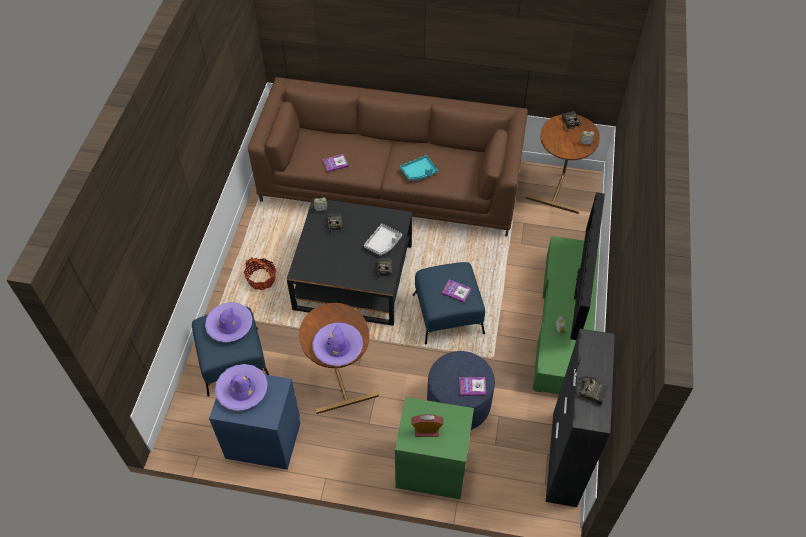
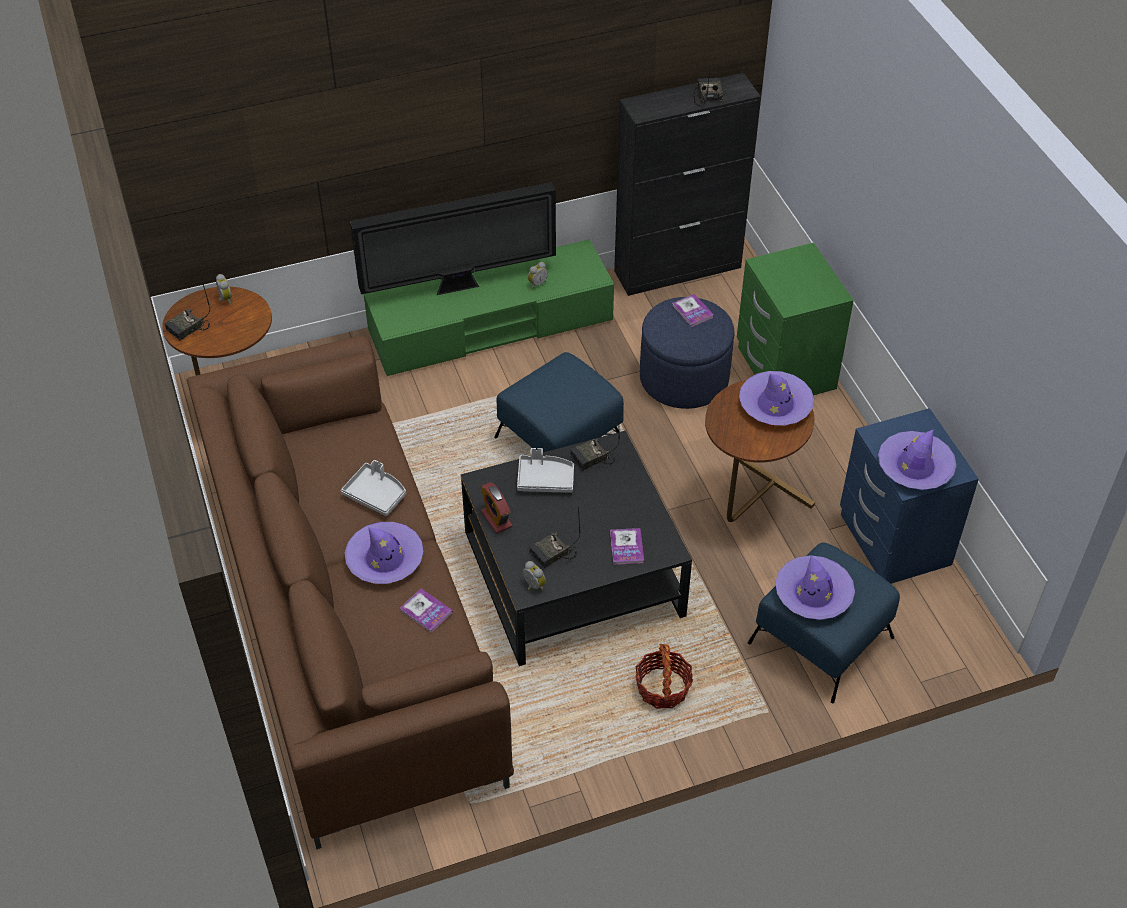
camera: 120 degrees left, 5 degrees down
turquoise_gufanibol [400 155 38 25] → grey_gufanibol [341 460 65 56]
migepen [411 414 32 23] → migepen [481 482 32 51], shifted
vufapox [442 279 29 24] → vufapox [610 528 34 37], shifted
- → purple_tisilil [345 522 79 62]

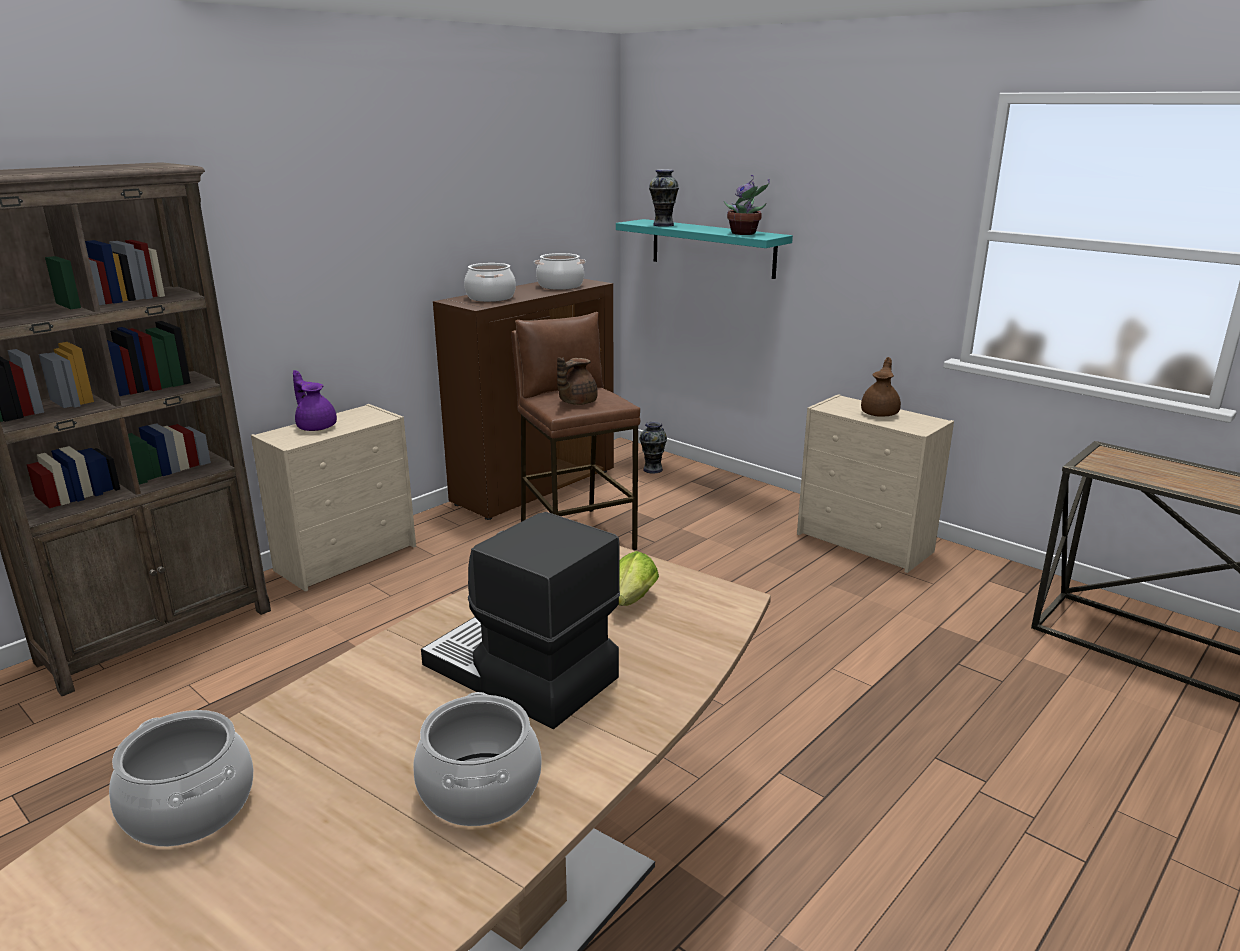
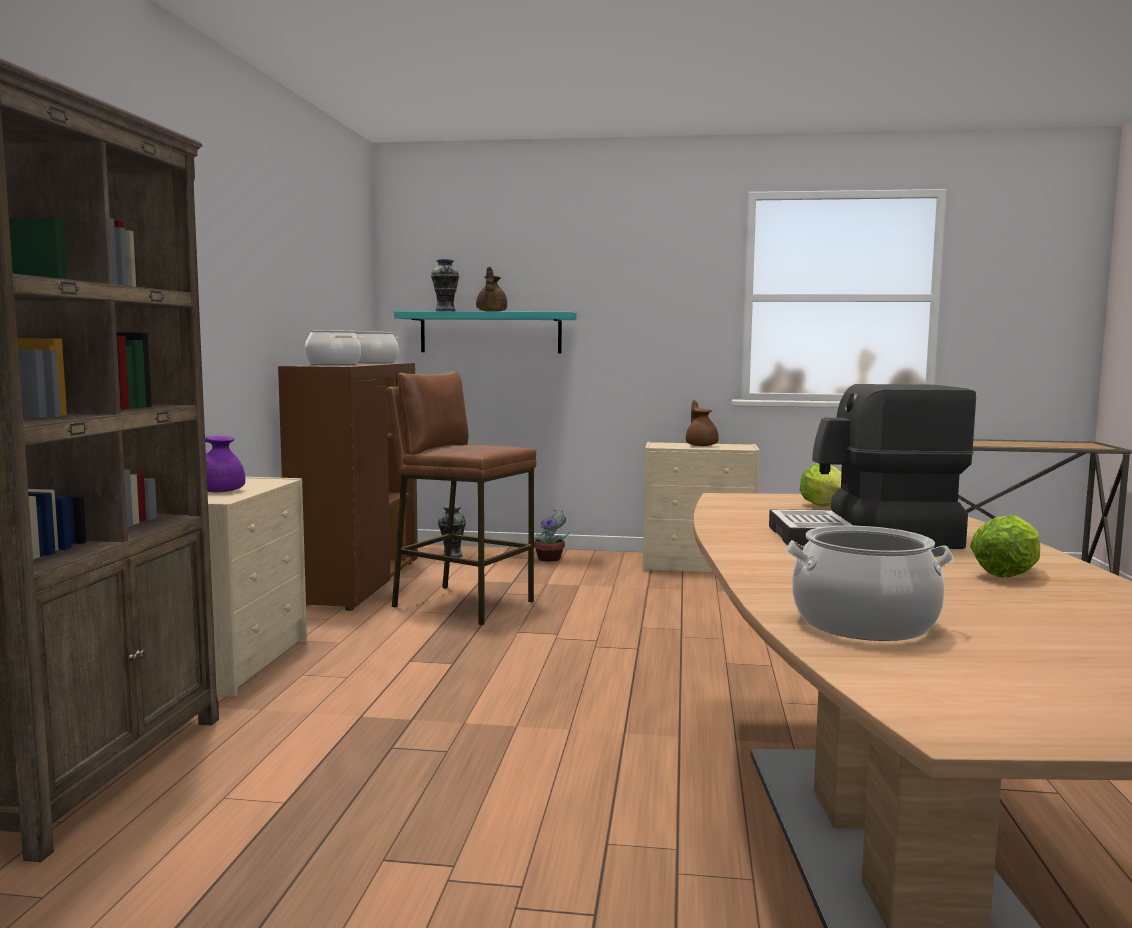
camera: 35 degrees left, 15 degrees down
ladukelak [413 692 128 134] → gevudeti [970 515 70 63]
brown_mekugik [557 357 41 48] → brown_mekugik [476 267 31 45], shifted
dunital [724 175 46 60] → dunital [534 510 36 52], shifted

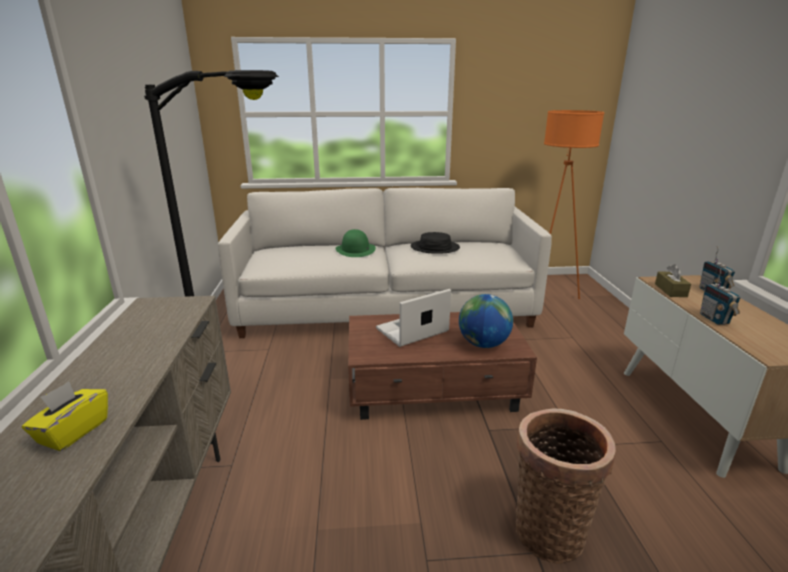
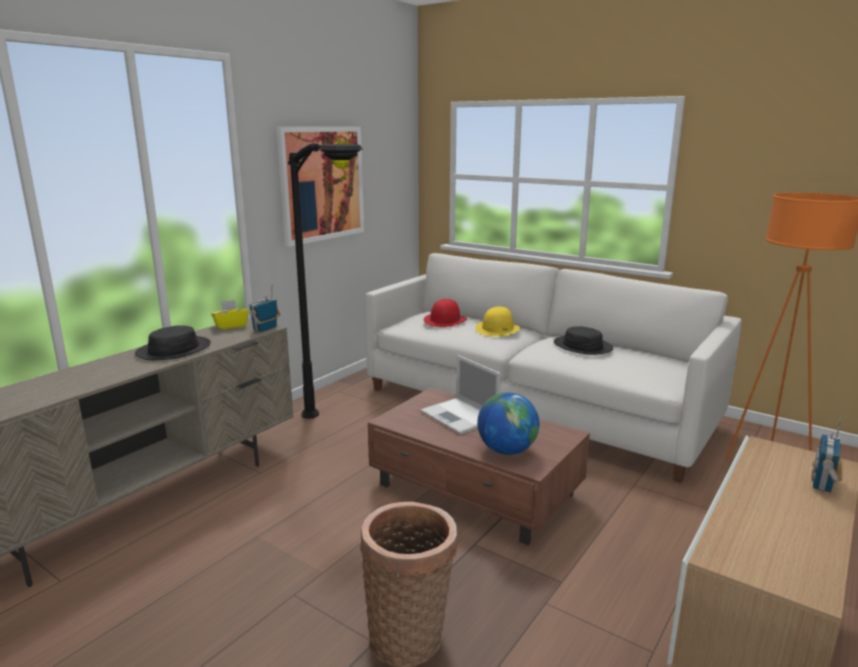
camera: 40 degrees right, 5 degrees down
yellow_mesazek [22 381 86 70] → yellow_mesazek [211 300 38 30], shifted
green_tisilil [335 229 41 28] → yellow_tisilil [475 306 46 31]
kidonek [376 289 75 58] → kidonek [420 355 81 80], 135 degrees counterclockwise
brown_mesazek [655 264 36 33] → -
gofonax [700 268 41 57] → gofonax [249 285 32 47], shifted
- → black_tisilil [135 325 76 35]
- → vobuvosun [276 127 88 120]
- → red_tisilil [424 299 43 28]

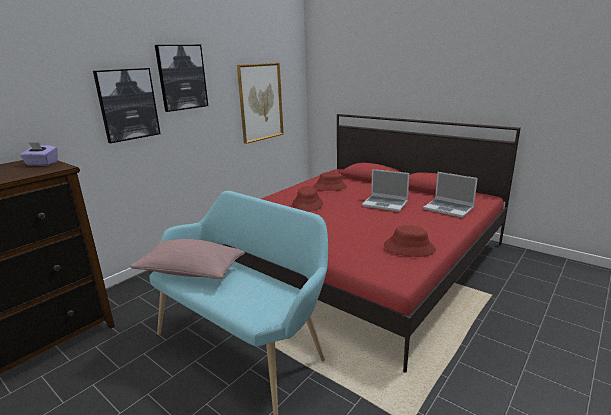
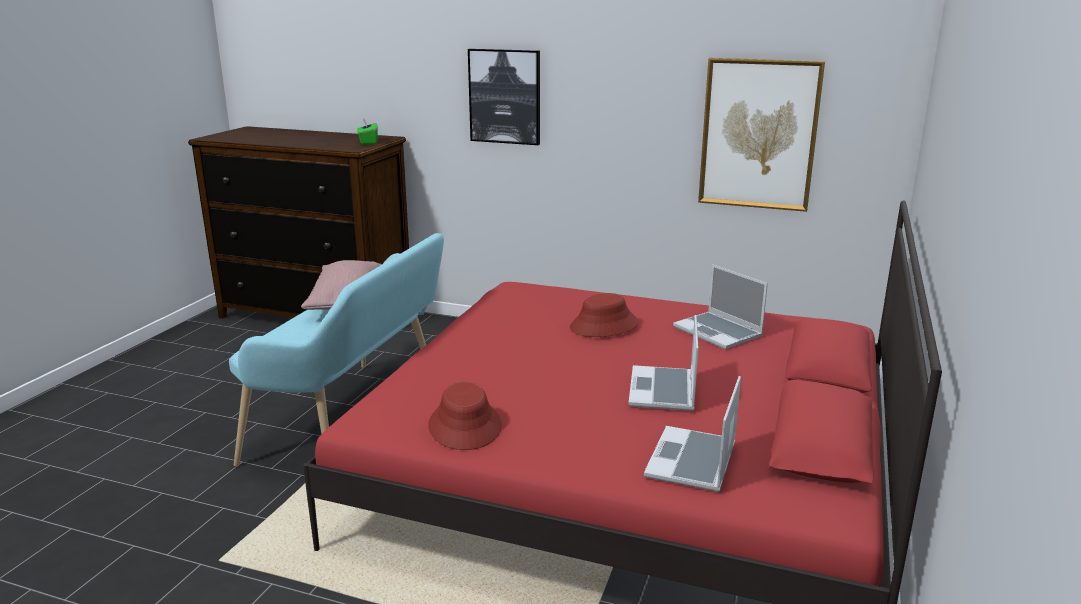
camera: 70 degrees right, 0 degrees up
purple_mesazek [20 142 38 24] → green_mesazek [357 119 21 26]
vobuvosun [155 45 53 67] → -
red_tisilil [313 172 34 19] → kidonek [673 264 95 85]

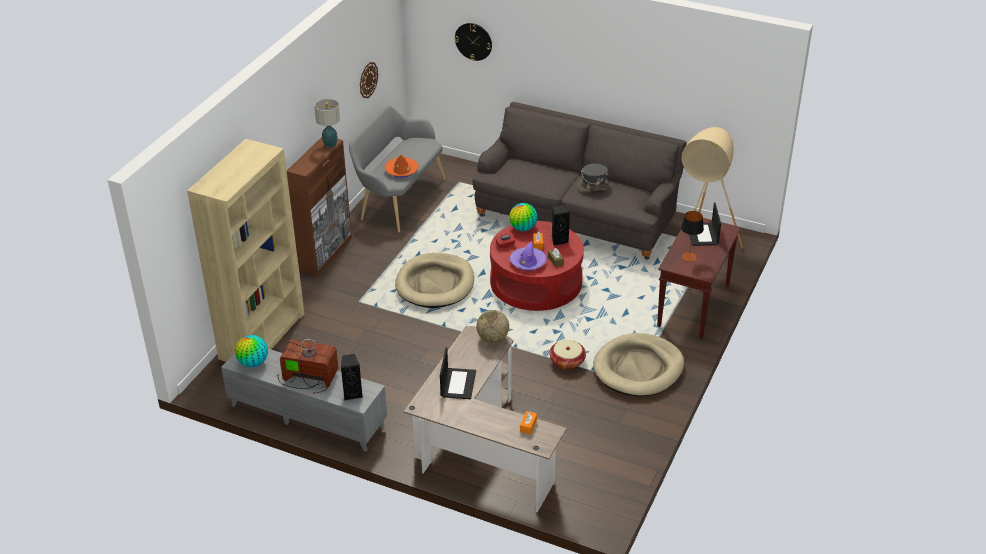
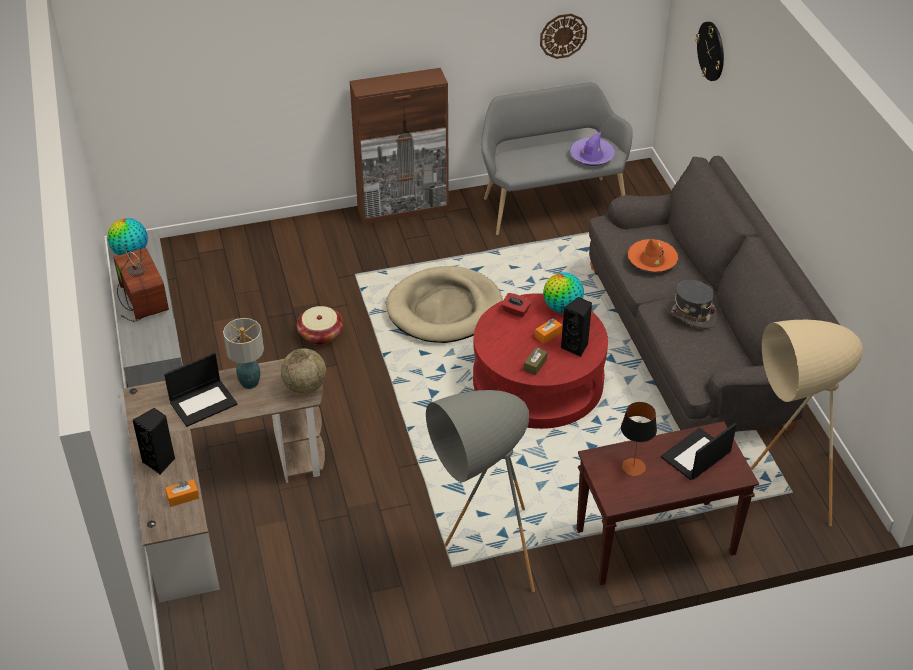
camera: 50 degrees right, 5 degrees up
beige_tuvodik [187 139 118 223] → -
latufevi [314 99 26 49] → latufevi [223 318 41 71], shifted
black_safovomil [341 354 22 47] → black_safovomil [133 408 42 67], shifted
orange_tisilil [385 155 34 23] → orange_tisilil [628 239 50 34], shifted
purple_tisilil [510 241 37 30] → purple_tisilil [570 132 45 34], shifted
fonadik [549 340 37 30] → fonadik [297 306 46 39], shifted
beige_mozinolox [593 333 91 63] → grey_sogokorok [426 390 109 202]

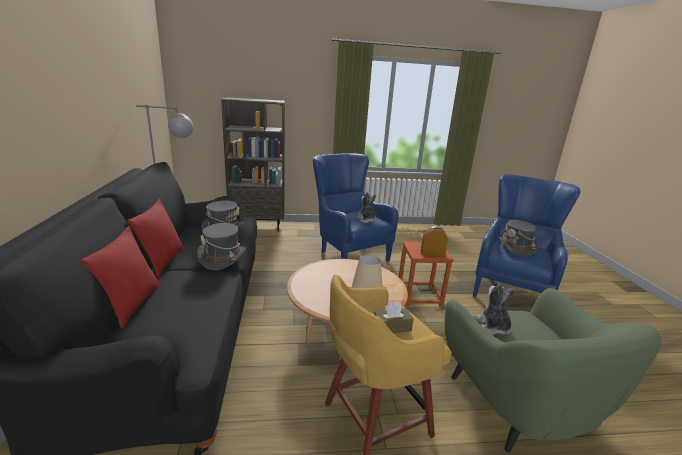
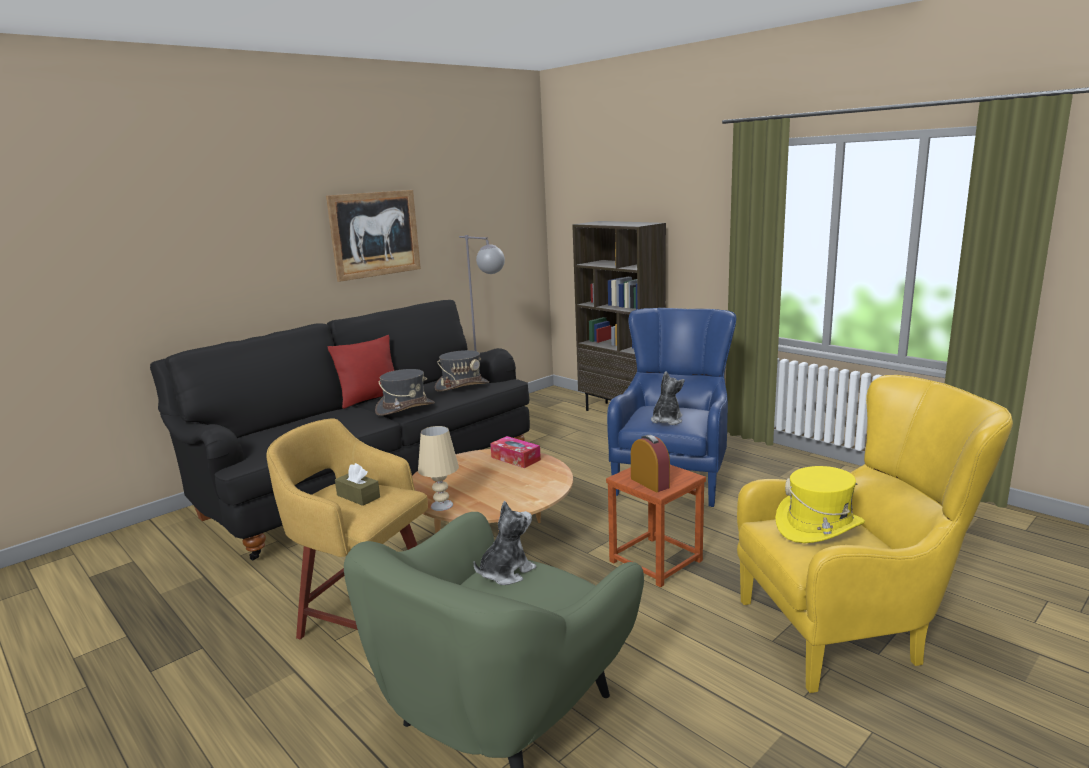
camera: 55 degrees right, 5 degrees down
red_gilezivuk [80 227 81 102] → -
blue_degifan [473 175 107 122] → yellow_degifan [737 375 276 318]
grey_tisilil [498 220 40 37] → yellow_tisilil [776 466 89 77]
- → vobuvosun [326 190 95 92]
- → mesazek [490 436 51 32]

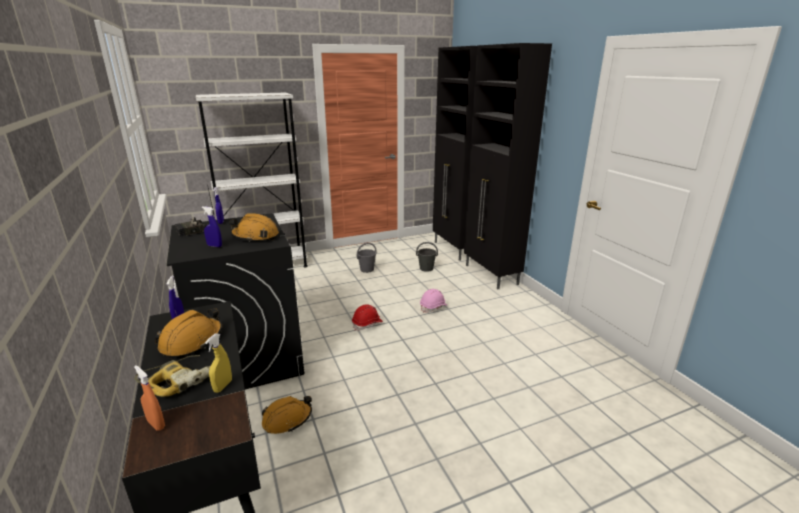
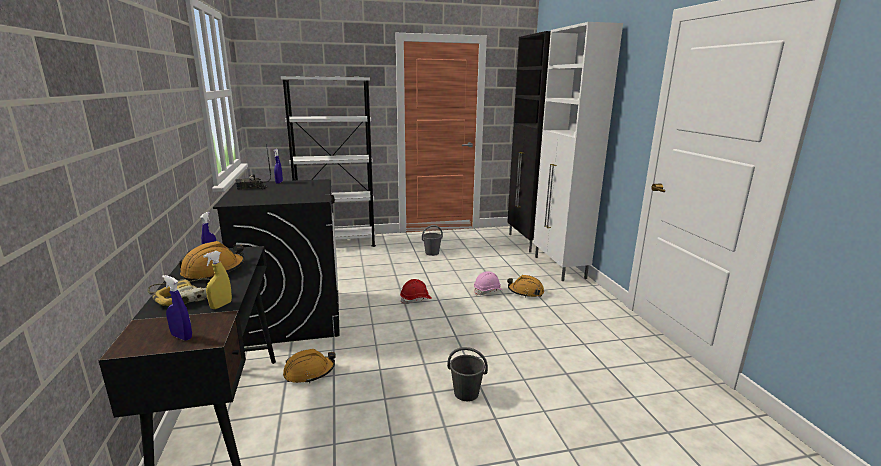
camera: 10 degrees right, 5 degrees down
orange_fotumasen [134 365 31 66] → -
blue_fotumasen [202 206 20 41] → blue_fotumasen [162 275 30 66], shifted
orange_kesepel [229 213 50 29] → orange_kesepel [507 275 37 22], shifted
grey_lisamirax [416 242 22 30] → grey_lisamirax [447 347 41 54], shifted
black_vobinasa [464 43 88 246] → white_vobinasa [533 22 90 259]

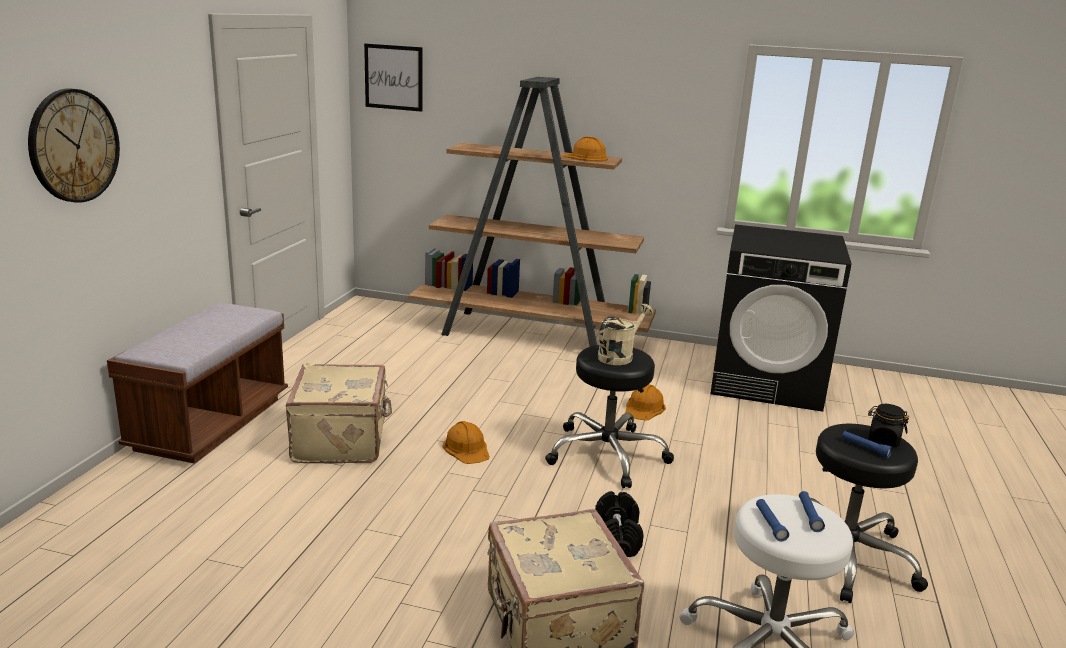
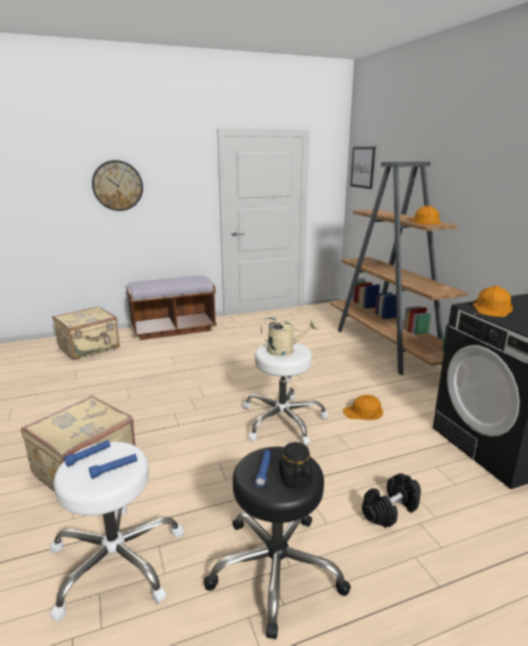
camera: 55 degrees right, 0 degrees up
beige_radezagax [286 364 106 99] → beige_radezagax [52 306 68 54], shifted
orange_kesepel [443 421 47 43] → orange_kesepel [473 285 40 32], shifted
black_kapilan [545 345 129 143] → white_kapilan [243 343 86 102]
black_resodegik [595 491 49 66] → black_resodegik [362 473 59 55], shifted

